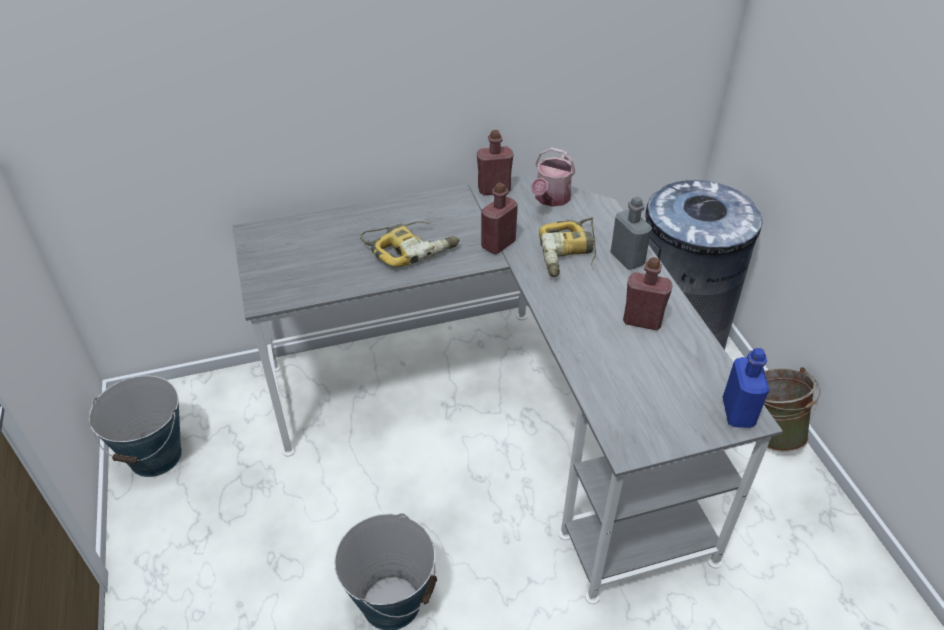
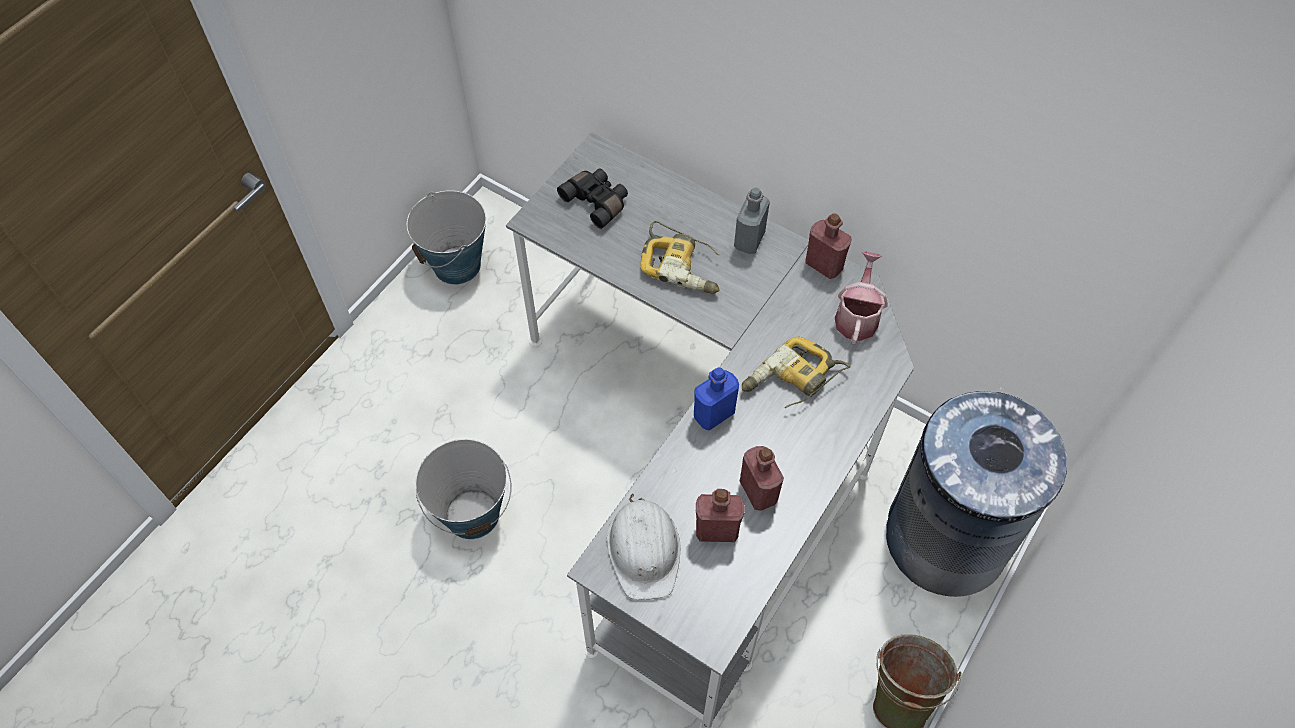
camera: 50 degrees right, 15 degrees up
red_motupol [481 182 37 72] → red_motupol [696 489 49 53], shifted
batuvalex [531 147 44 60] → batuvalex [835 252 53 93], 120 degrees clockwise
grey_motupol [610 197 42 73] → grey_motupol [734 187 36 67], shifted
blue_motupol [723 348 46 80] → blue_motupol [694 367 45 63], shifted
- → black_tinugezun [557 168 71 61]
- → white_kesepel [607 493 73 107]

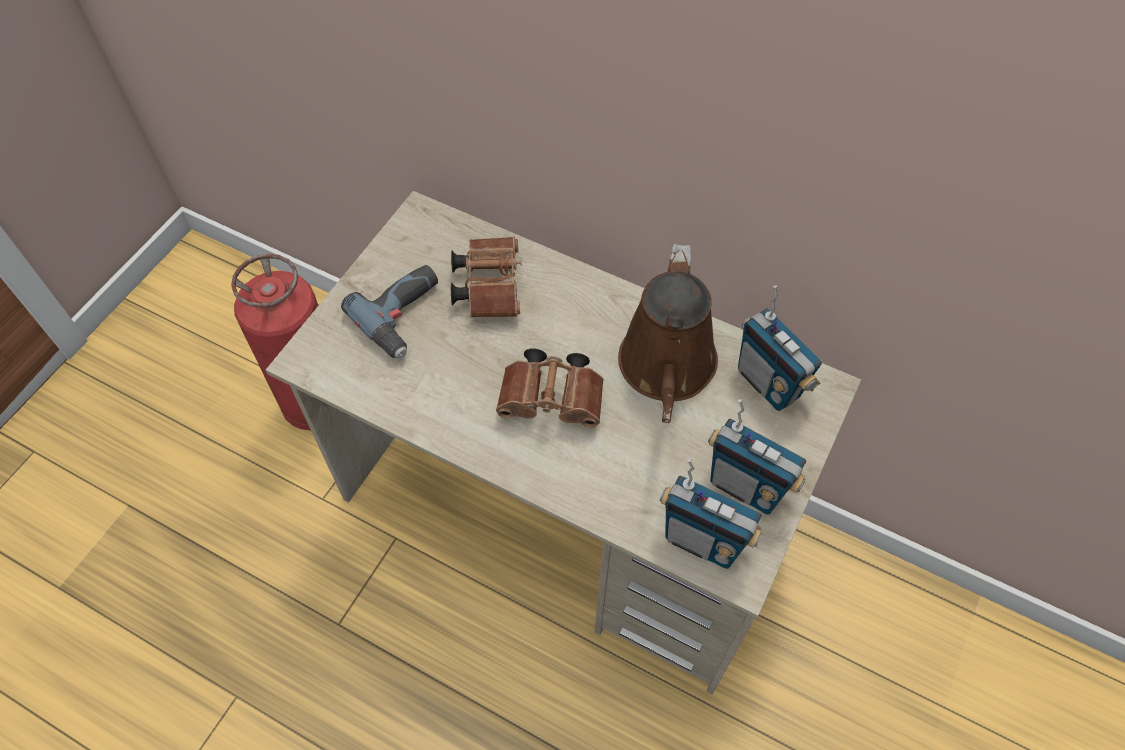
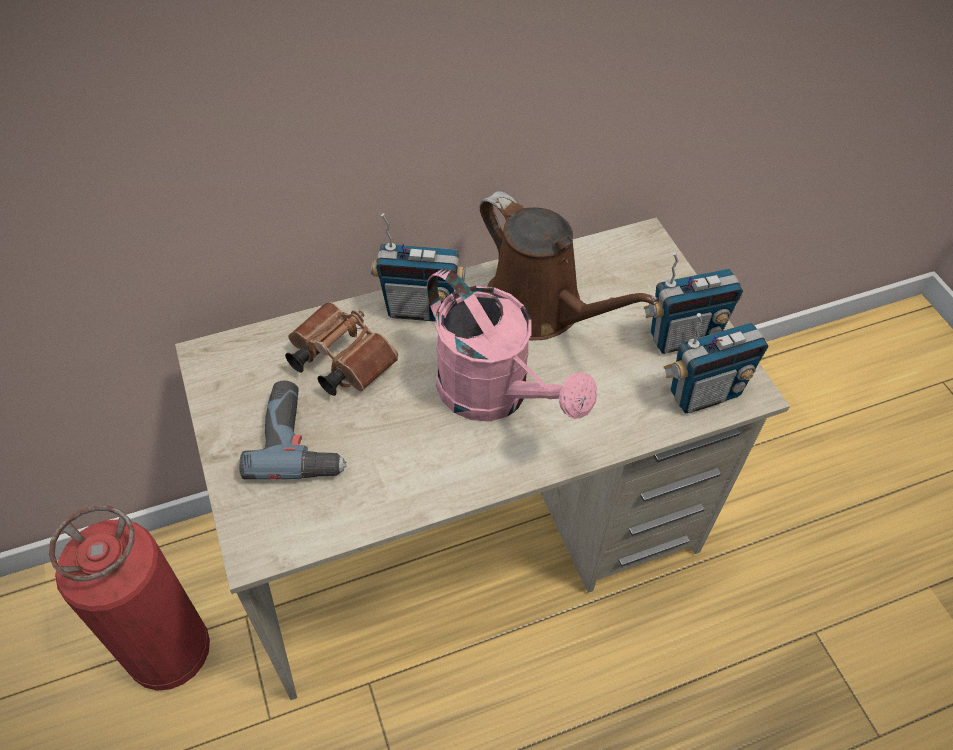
camera: 50 degrees left, 5 degrees down
brown_tinugezun [496 348 108 80] → pink_batuvalex [427 268 170 153]
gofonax [738 285 84 126] → gofonax [371 213 94 109], shifted

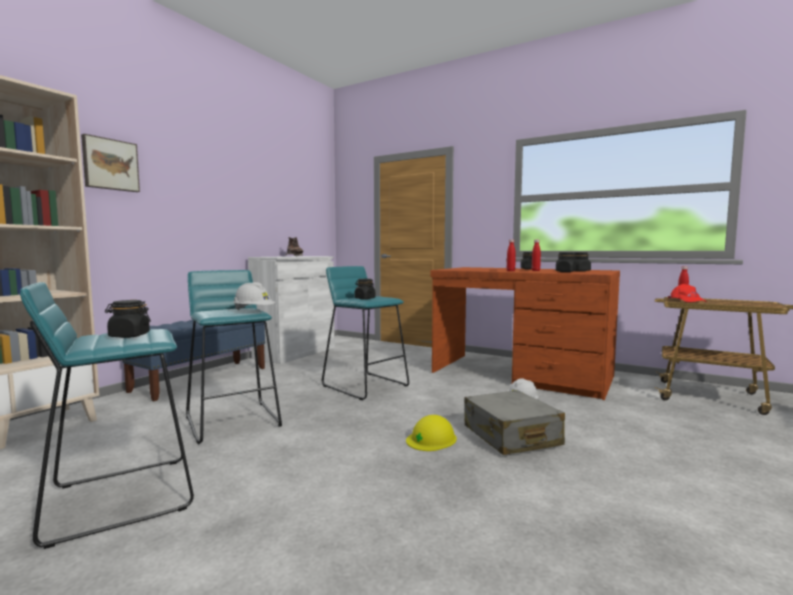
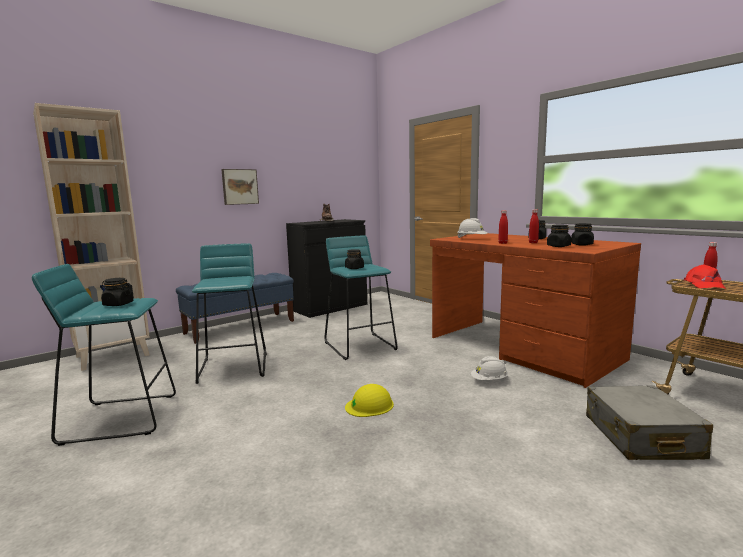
camera: 20 degrees right, 5 degrees up
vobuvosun [81 134 59 58] → vobuvosun [221 169 38 36], shifted
white_kesepel [233 282 42 28] → white_kesepel [457 218 30 20], shifted
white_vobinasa [248 256 87 108] → black_vobinasa [286 219 81 99]
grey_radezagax [464 390 101 65] → grey_radezagax [586 385 127 75], shifted

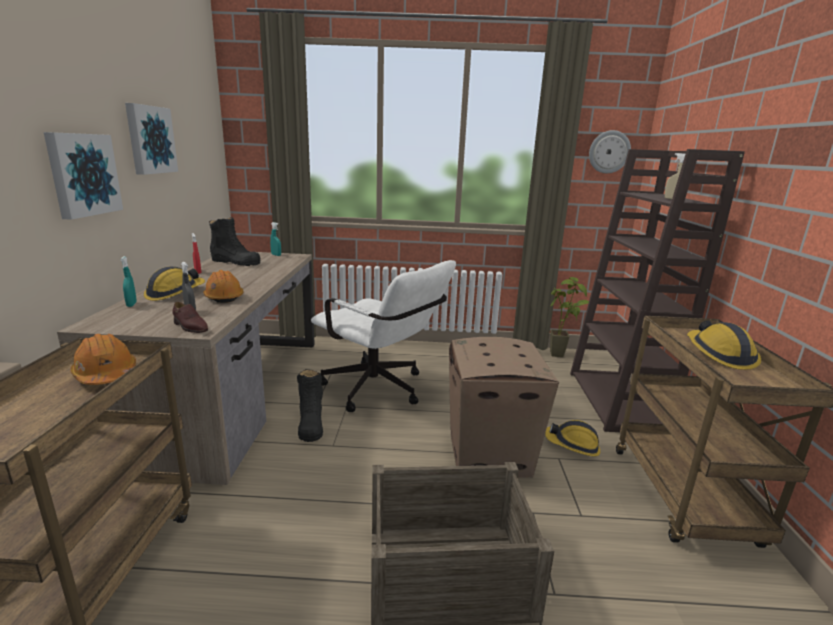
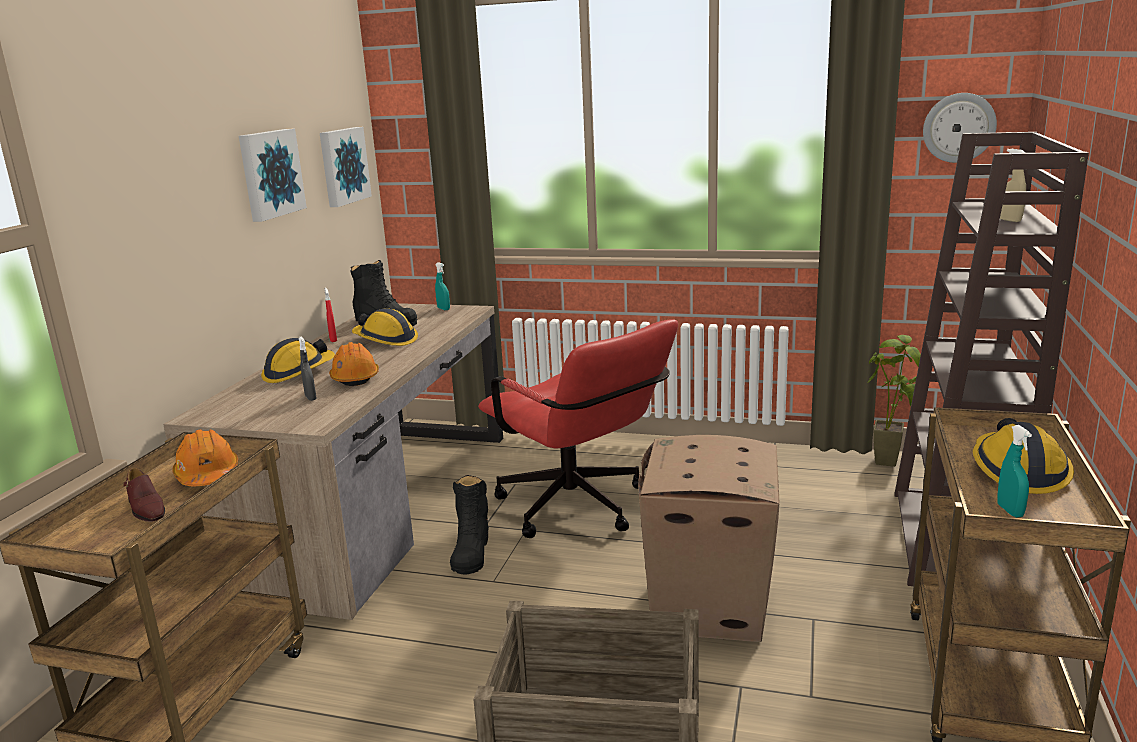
camera: 15 degrees right, 0 degrees up
vobuvosun [44 132 79 88] → vobuvosun [320 127 52 80], shifted
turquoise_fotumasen [120 256 17 51] → turquoise_fotumasen [997 425 35 93], shifted
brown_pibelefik [172 302 36 31] → brown_pibelefik [123 468 42 54], shifted
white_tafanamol [311 260 145 152] → red_tafanamol [478 319 200 219]
kesepel [545 420 55 36] → kesepel [352 308 66 38], shifted

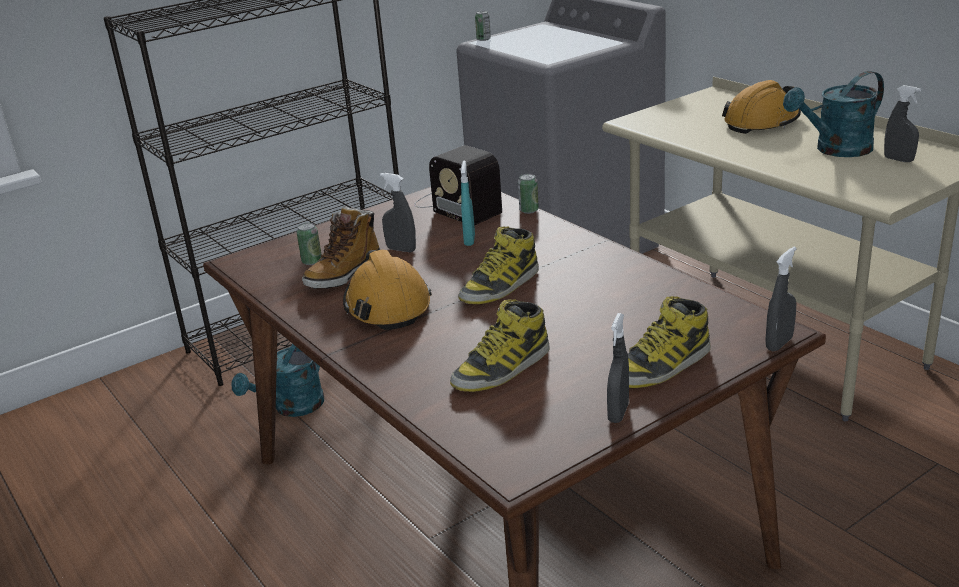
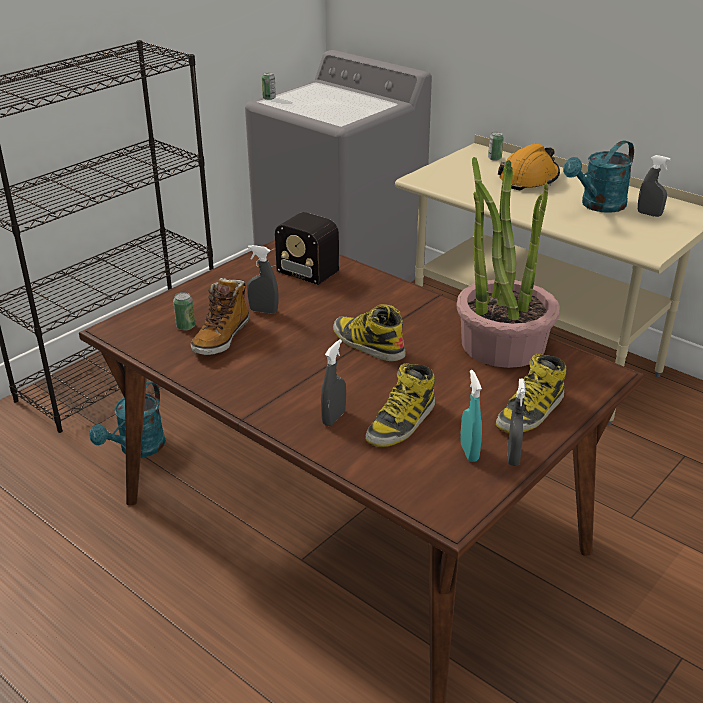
camera: 15 degrees left, 5 degrees up
orange_kesepel [343 250 89 80] → -
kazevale [458 226 81 78] → kazevale [333 304 73 57], 105 degrees clockwise
turquoise_fotumasen [461 160 14 86] → turquoise_fotumasen [460 370 22 92], shifted
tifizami [518 174 21 40] → tifizami [488 132 16 28], shifted
grey_fotumasen [765 247 32 104] → grey_fotumasen [321 339 25 87], shifted
- → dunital [457 157 103 211]

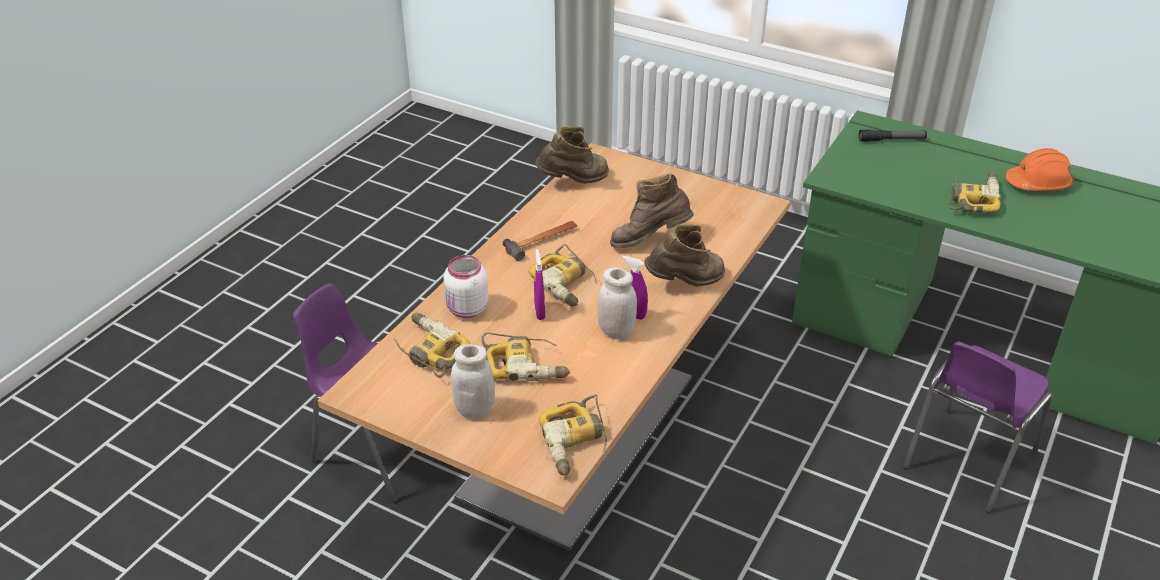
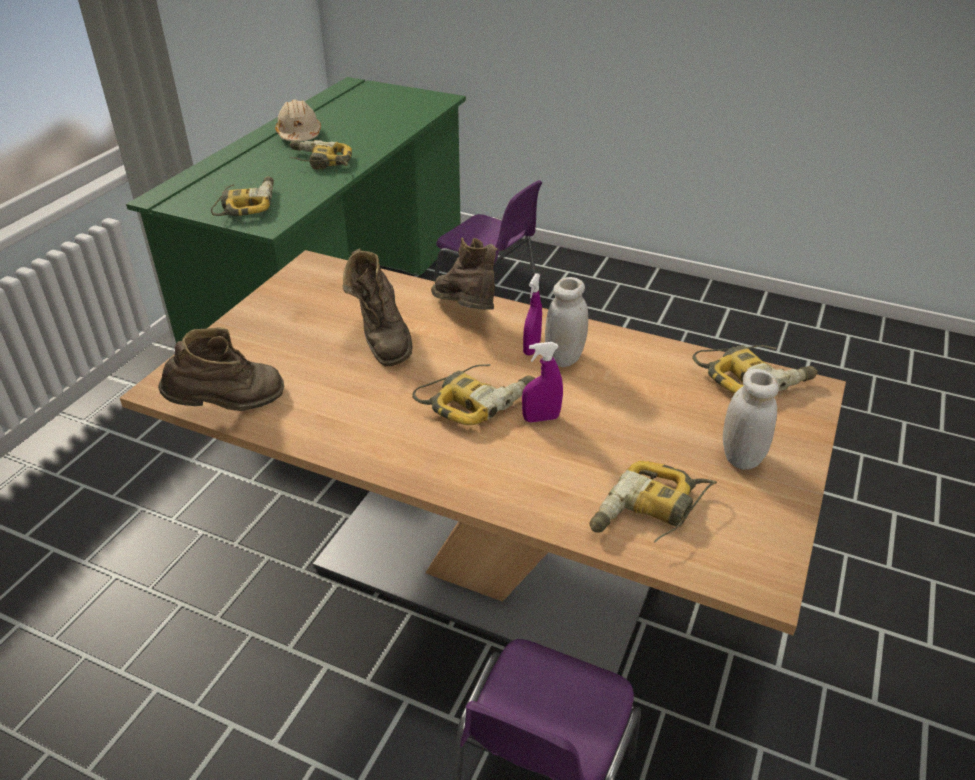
camera: 95 degrees left, 0 degrees up
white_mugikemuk [443 255 46 63] → -
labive [481 333 89 48] → labive [211 176 63 40], shifted
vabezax [503 221 74 40] → -
brown_kazevale [535 126 74 58] → brown_kazevale [158 327 126 84], 90 degrees clockwise
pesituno [859 130 68 12] → -
orange_kesepel [1006 148 68 43] → beige_kesepel [275 99 46 42]

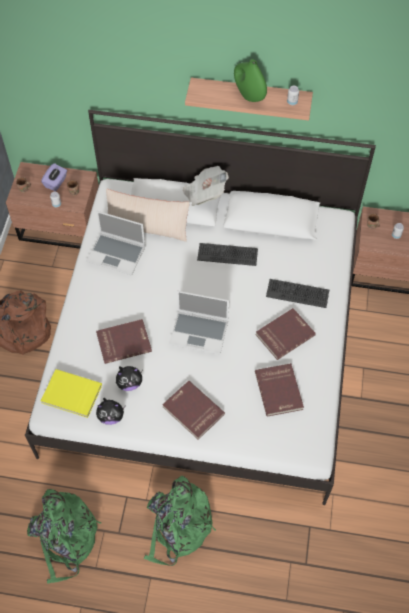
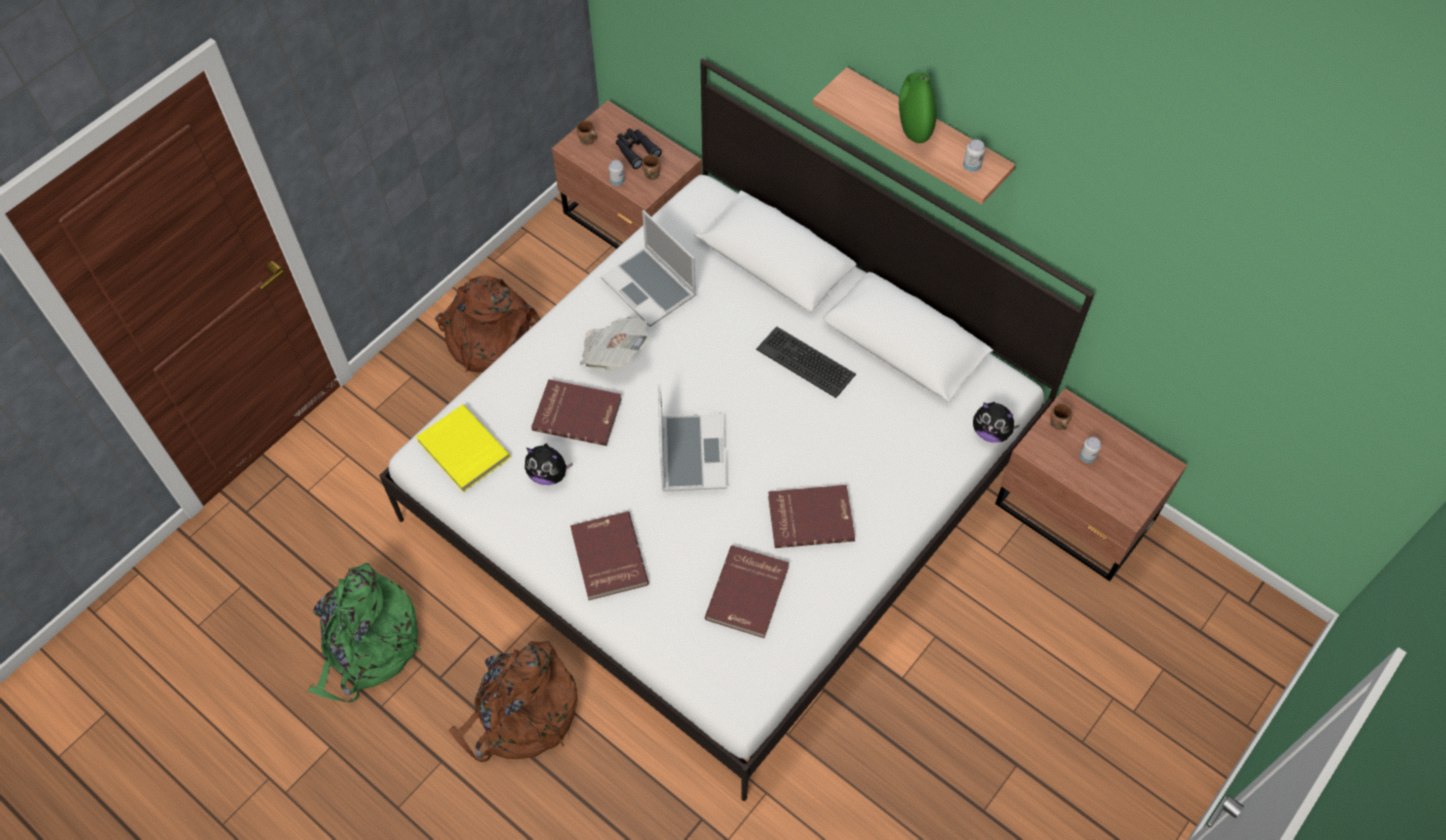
camera: 30 degrees right, 0 degrees up
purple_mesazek [41 163 26 28] → black_tinugezun [616 128 46 41]
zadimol [96 398 30 27] → zadimol [973 402 47 41], shifted
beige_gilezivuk [106 189 84 53] → -
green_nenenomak [144 476 72 90] → brown_nenenomak [448 641 129 121]
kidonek [169 291 60 63] → kidonek [658 383 69 108], 135 degrees counterclockwise
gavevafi [182 166 47 40] → gavevafi [580 316 68 55], shifted
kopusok [266 279 63 29] → -

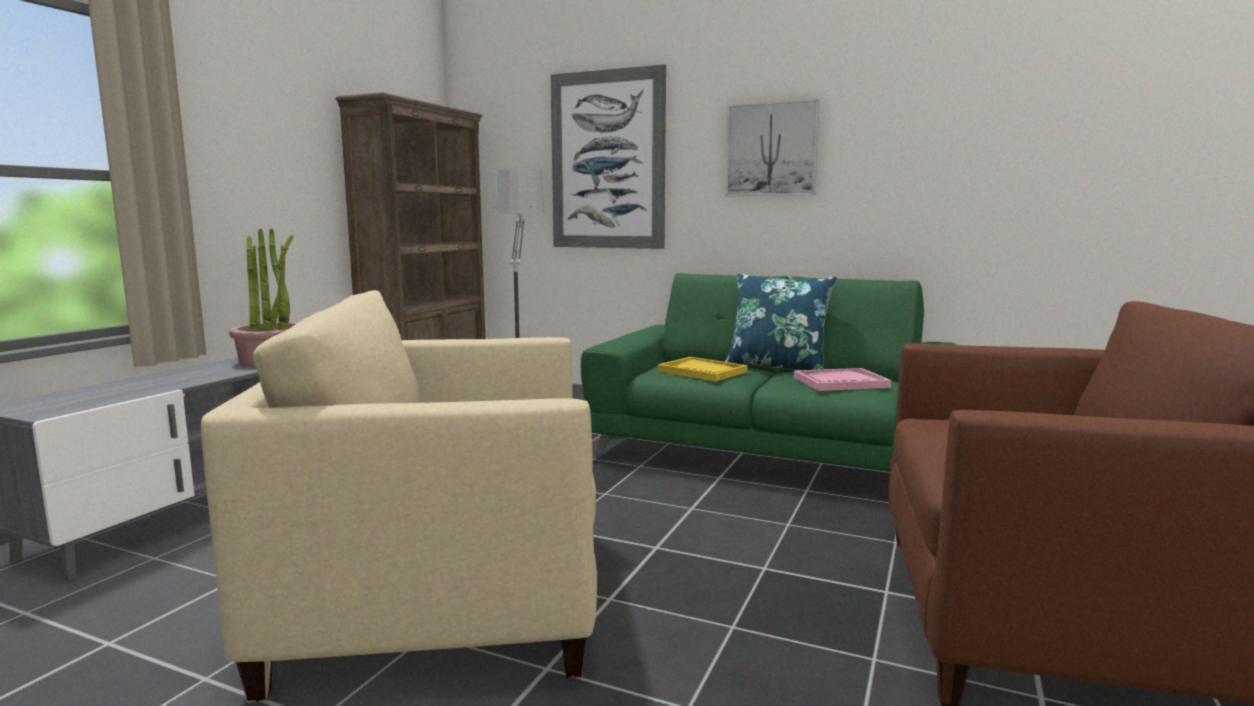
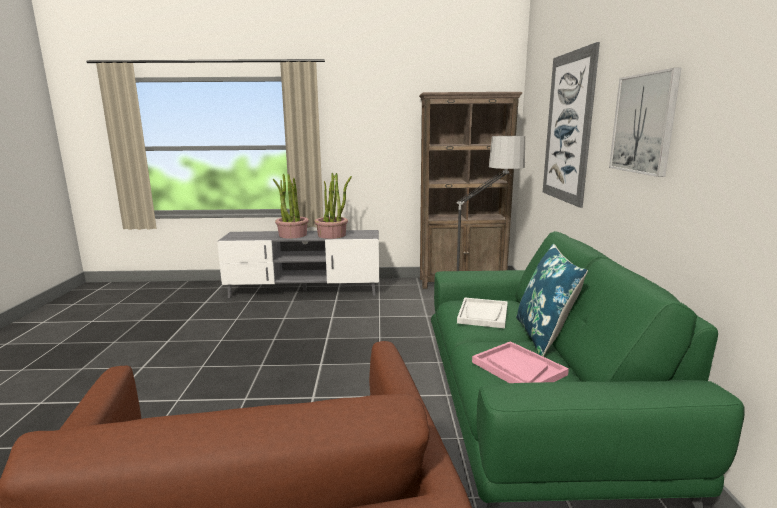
camera: 65 degrees right, 5 degrees up
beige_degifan [201 290 396 413] → -
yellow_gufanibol [658 357 90 24] → white_gufanibol [457 297 51 32]
- → dunital [273 173 36 65]

